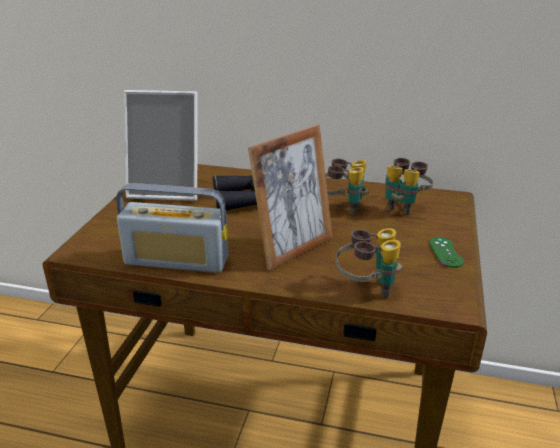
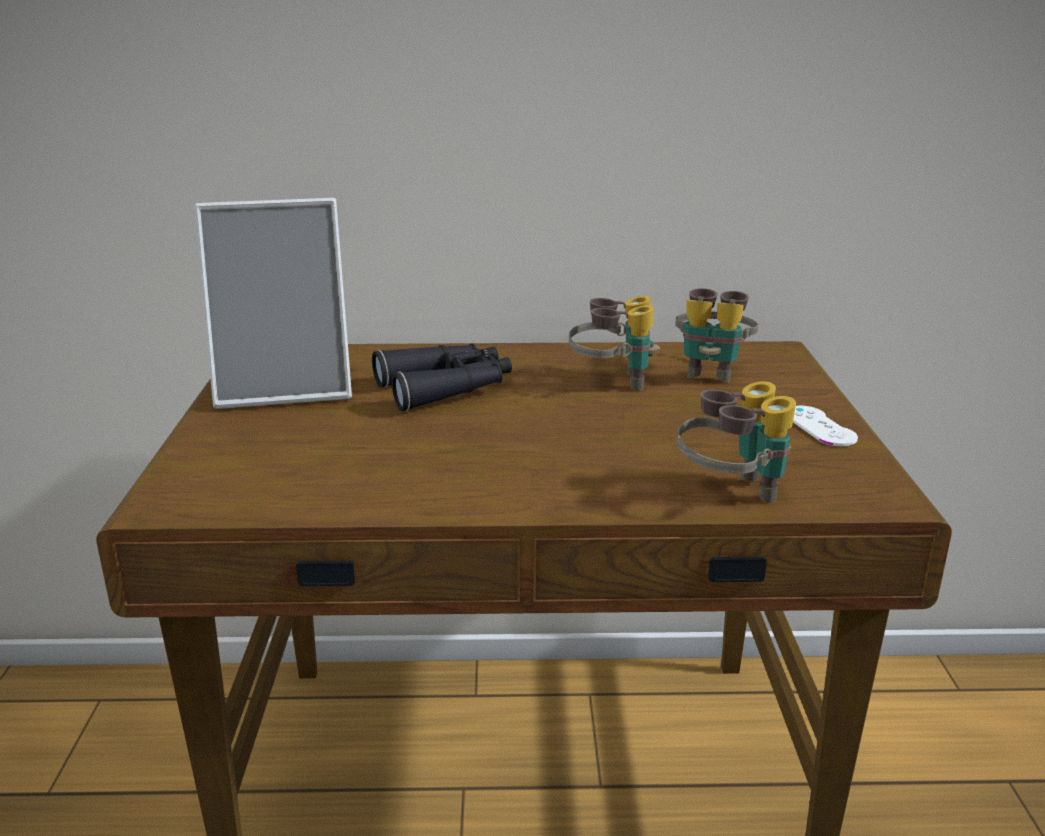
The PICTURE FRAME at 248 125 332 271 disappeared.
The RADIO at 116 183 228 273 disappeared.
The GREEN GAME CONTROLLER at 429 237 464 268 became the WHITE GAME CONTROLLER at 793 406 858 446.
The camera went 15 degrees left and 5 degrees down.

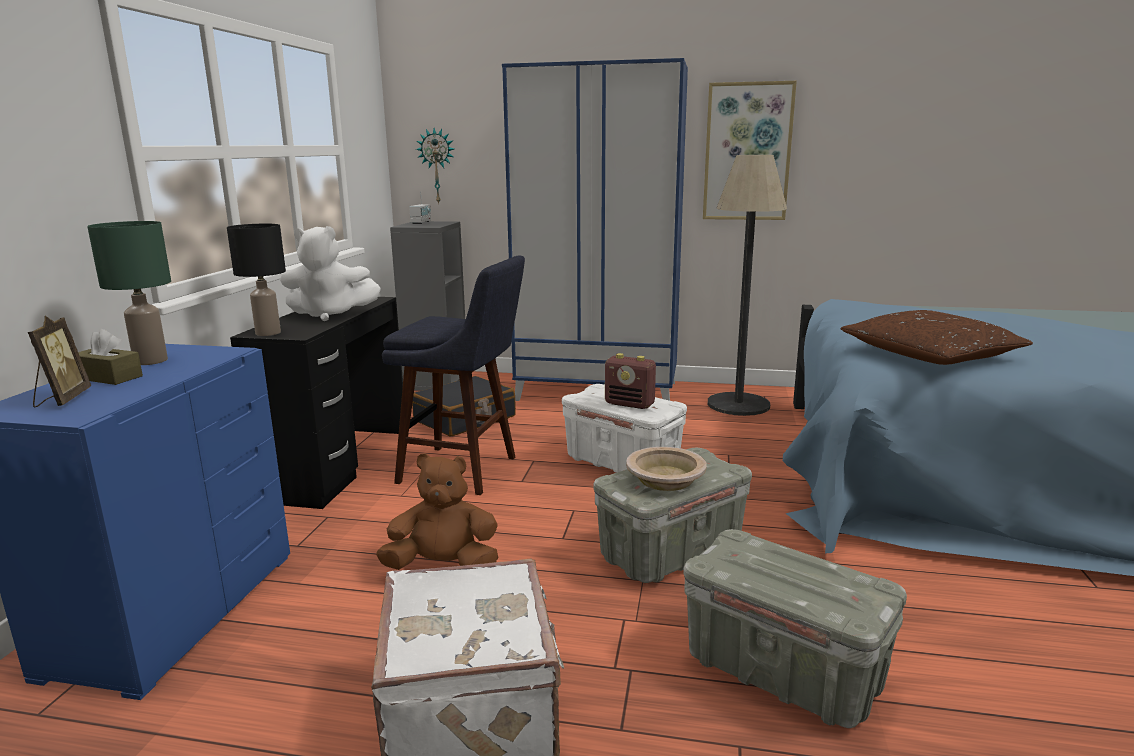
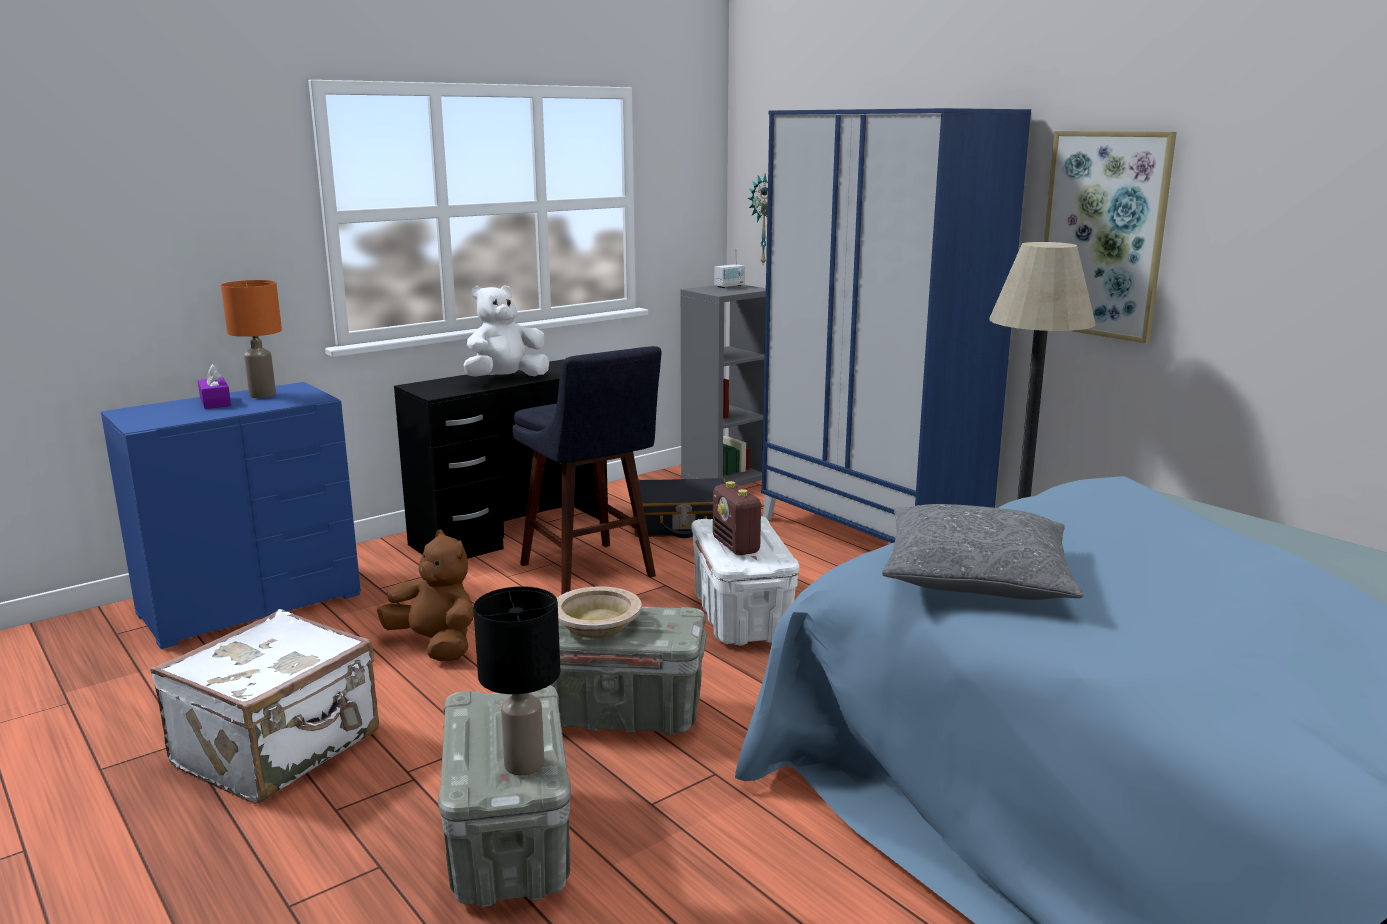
The GREEN TABLE LAMP at 87 221 171 365 became the ORANGE TABLE LAMP at 221 280 282 398.
The BLACK TABLE LAMP moved from 227 224 286 336 to 473 586 560 776.
The WHITE PLUSH TOY at 280 226 381 321 turned 105 degrees clockwise.
The BROWN PILLOW at 841 310 1033 365 became the GREY PILLOW at 882 504 1084 600.
The PICTURE FRAME at 28 316 91 408 disappeared.
The BROWN TISSUE BOX at 78 329 143 385 became the PURPLE TISSUE BOX at 198 364 231 409.
The camera went 40 degrees right and 0 degrees up.

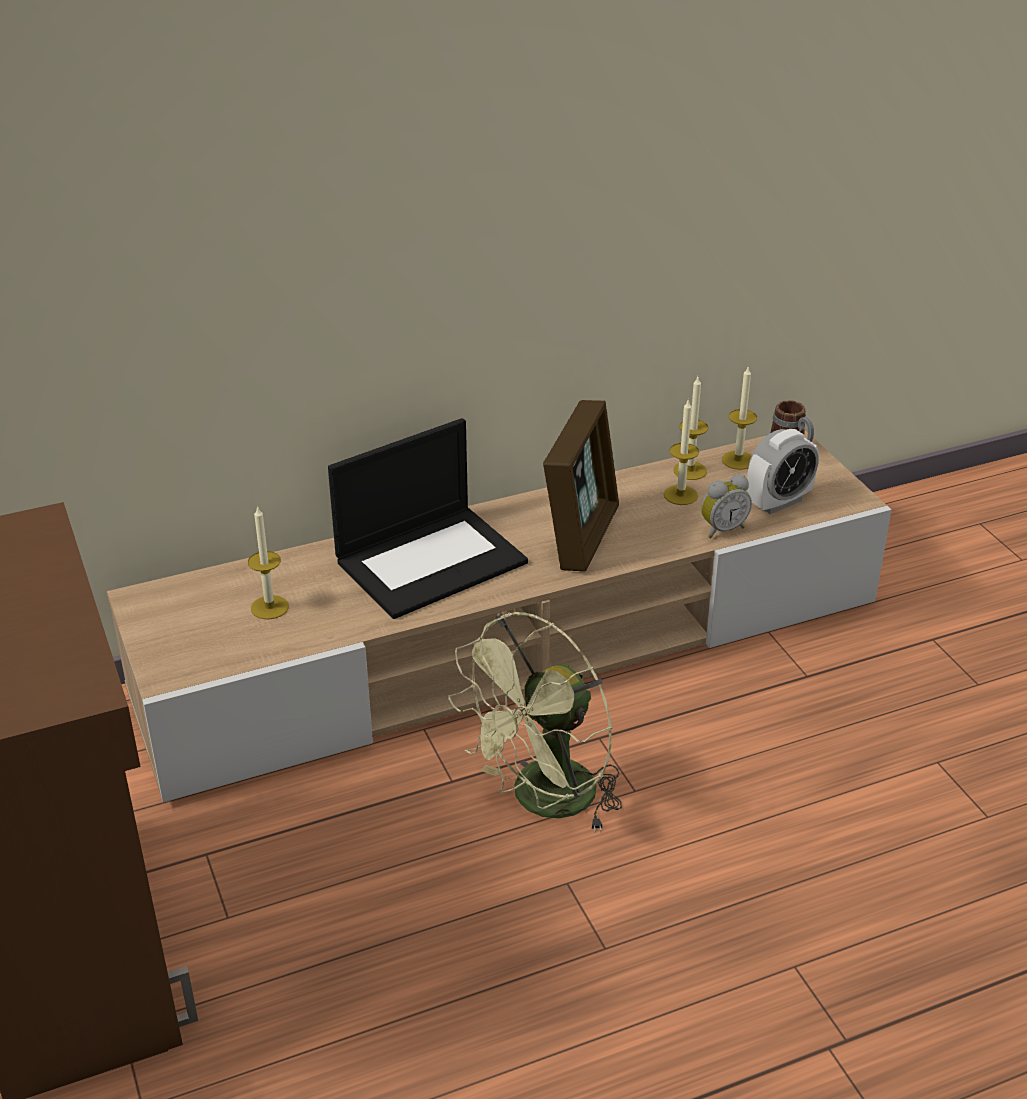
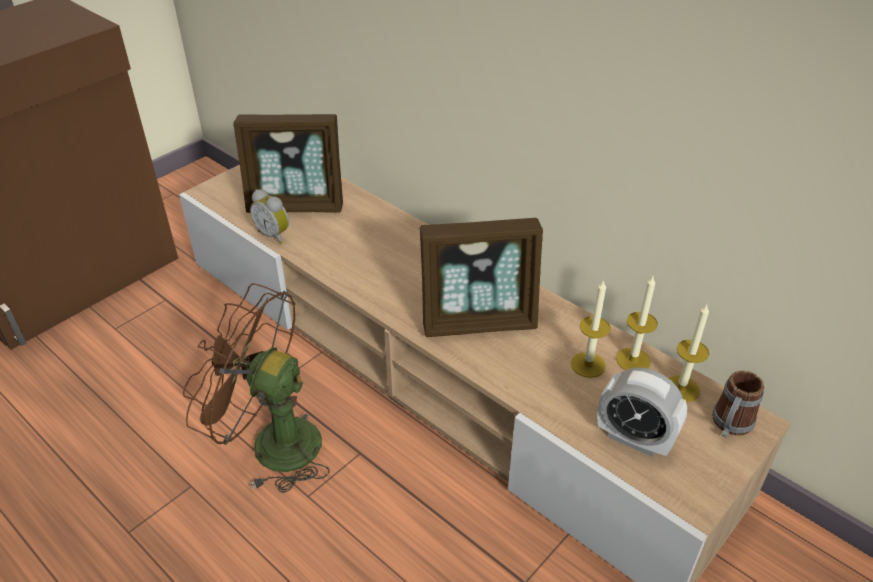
The LAPTOP at 328 418 528 619 disappeared.
The ALARM CLOCK moved from 701 474 752 539 to 250 189 289 244.
The CANDLE at 248 505 289 620 was replaced by the PICTURE FRAME at 233 114 343 213.
The GREEN FAN at 448 612 622 833 became the BROWN FAN at 183 283 330 493.
The camera went 65 degrees right and 5 degrees up.

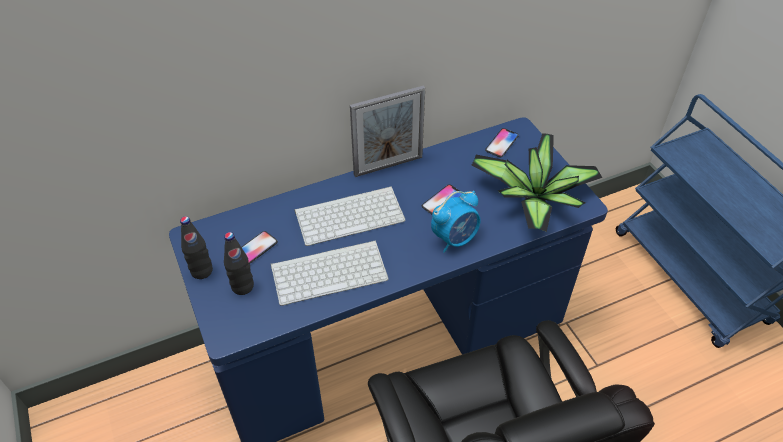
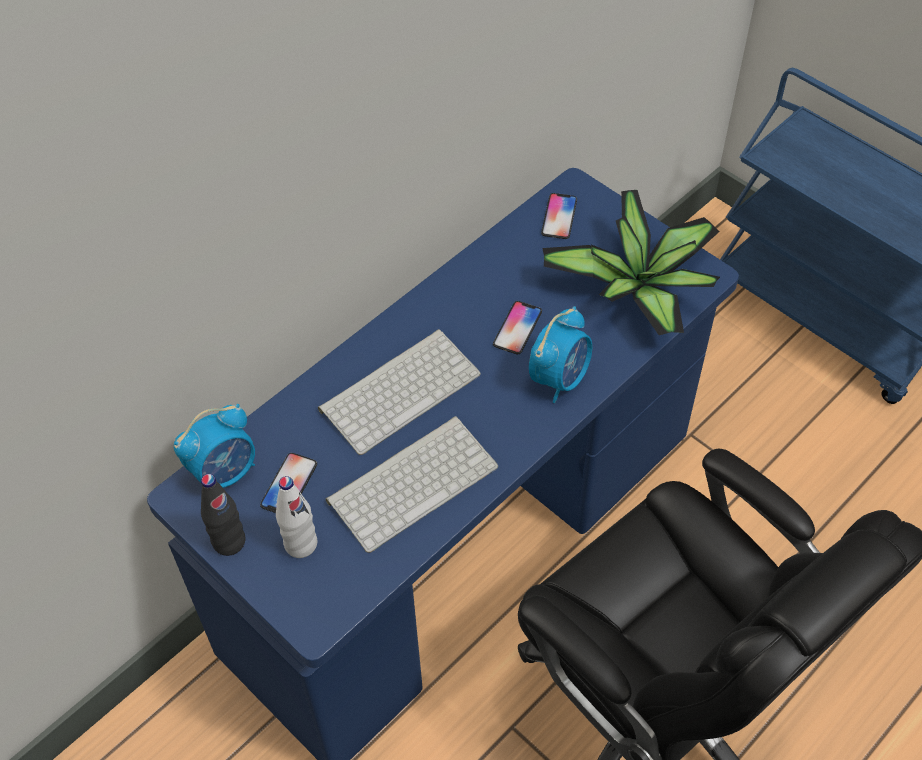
The PICTURE FRAME at 350 85 425 177 disappeared.
The BLACK BOTTLE at 224 232 254 295 became the WHITE BOTTLE at 276 476 317 558.
The ALARM CLOCK at 174 404 255 488 appeared.
The camera went 20 degrees left and 5 degrees up.

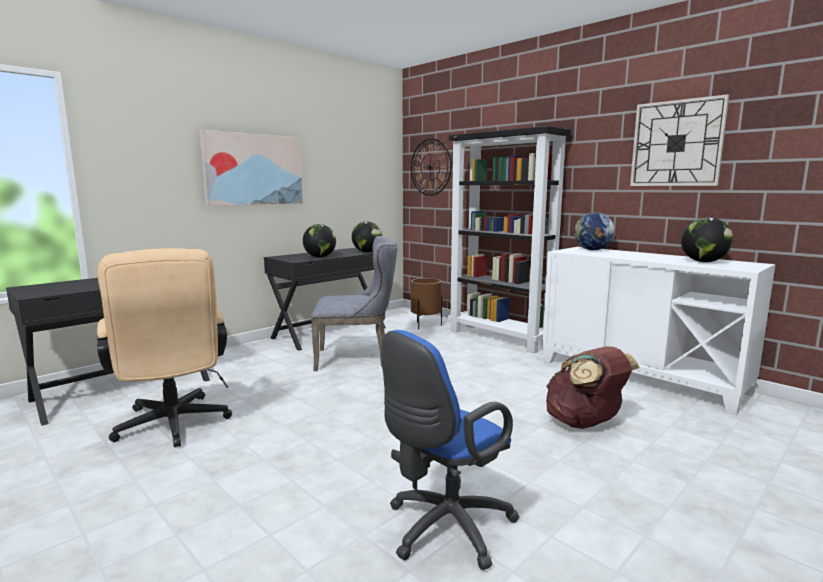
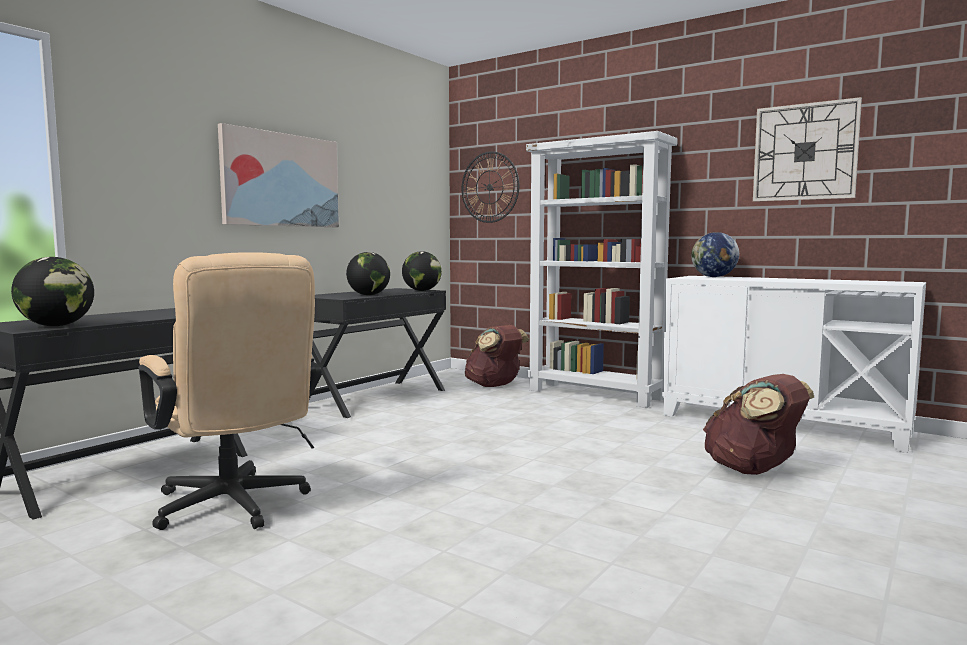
The BLACK BOOKCASE at 448 126 571 353 became the WHITE BOOKCASE at 526 131 678 408.
The GLOBE moved from 681 217 733 262 to 11 257 94 326.
The GREY CHAIR at 311 236 397 371 disappeared.
The BROWN PLANTER at 411 278 442 330 was replaced by the BROWN BACKPACK at 465 325 529 387.
The BLUE OFFICE CHAIR at 381 330 519 570 disappeared.
The camera went 10 degrees left and 5 degrees down.

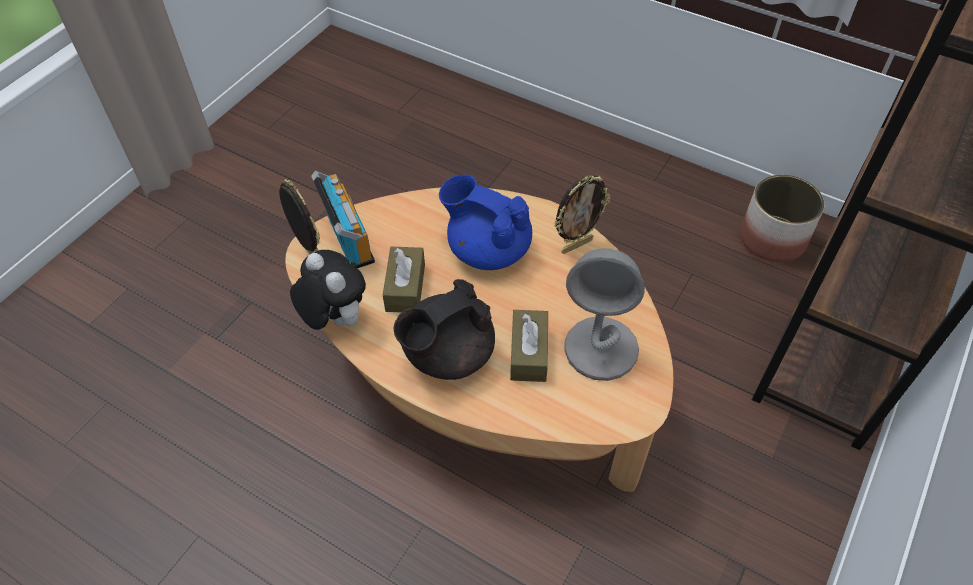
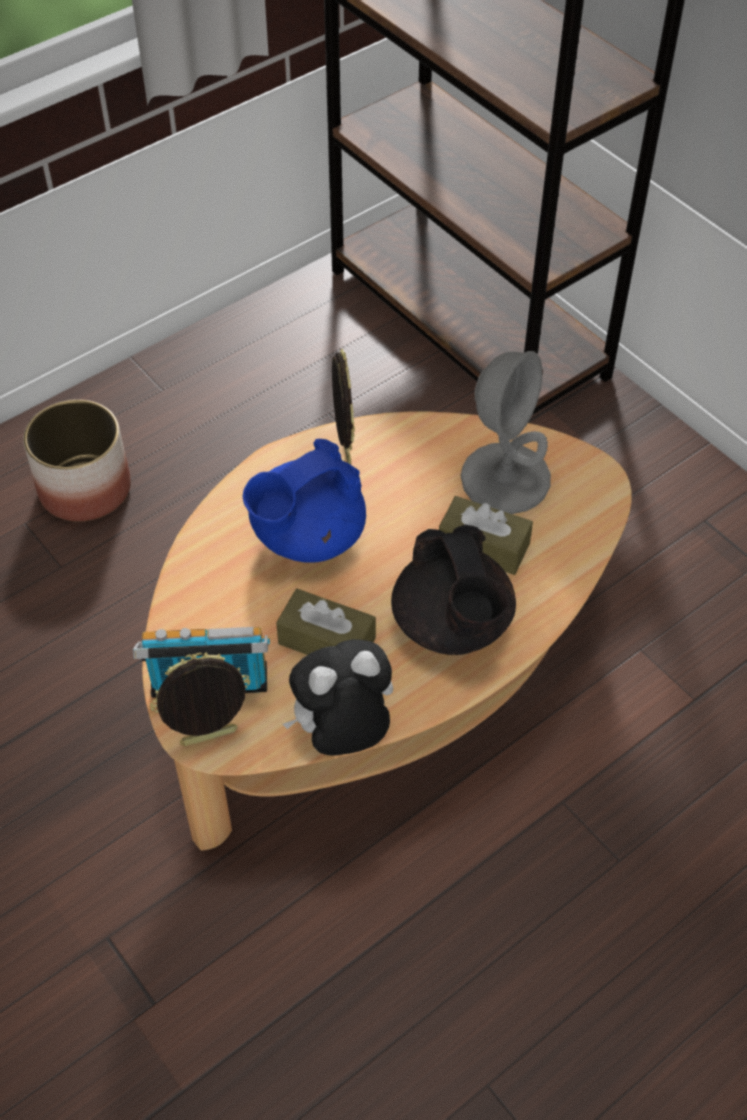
The PLANTER moved from 740 175 824 262 to 23 399 131 522.
The camera went 70 degrees left and 0 degrees up.

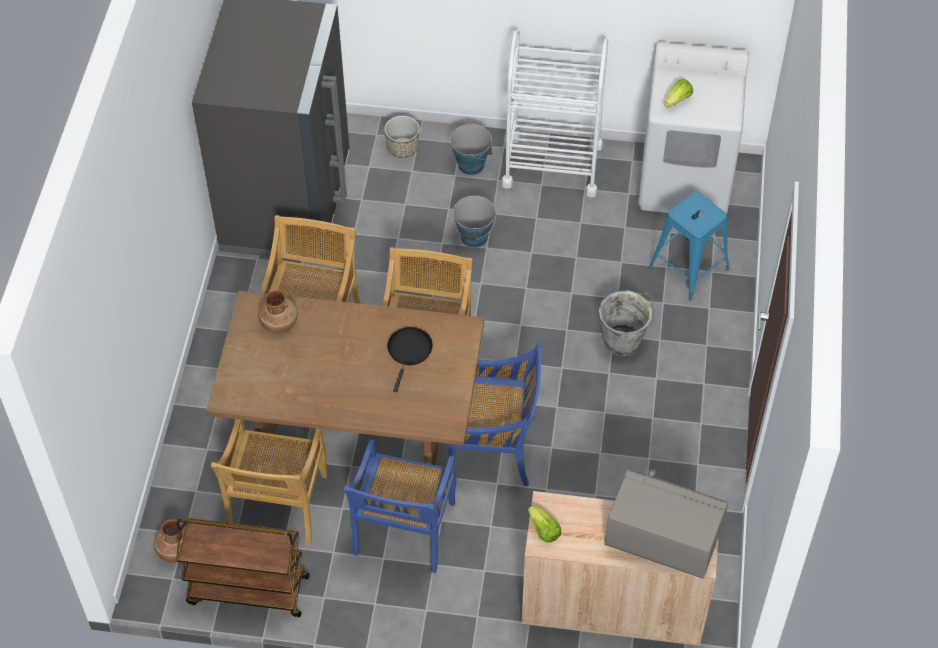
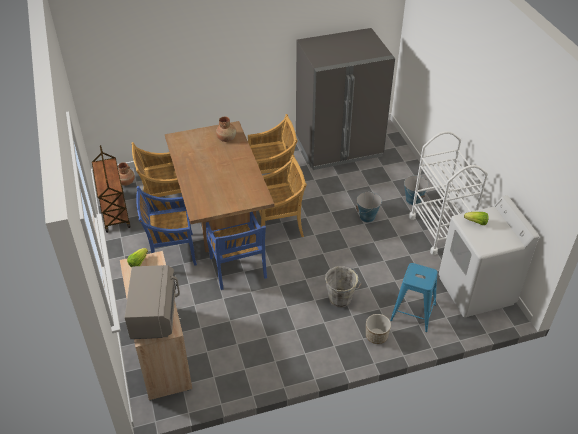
The PLANTER moved from 384 116 420 158 to 366 314 391 344.
The BLACK FRYING PAN at 387 327 433 392 disappeared.
The camera went 65 degrees right and 10 degrees down.

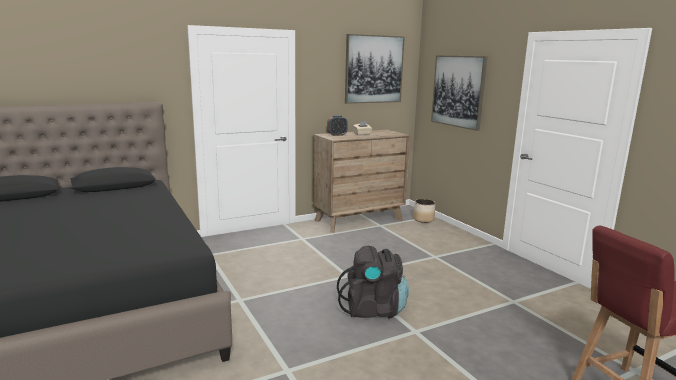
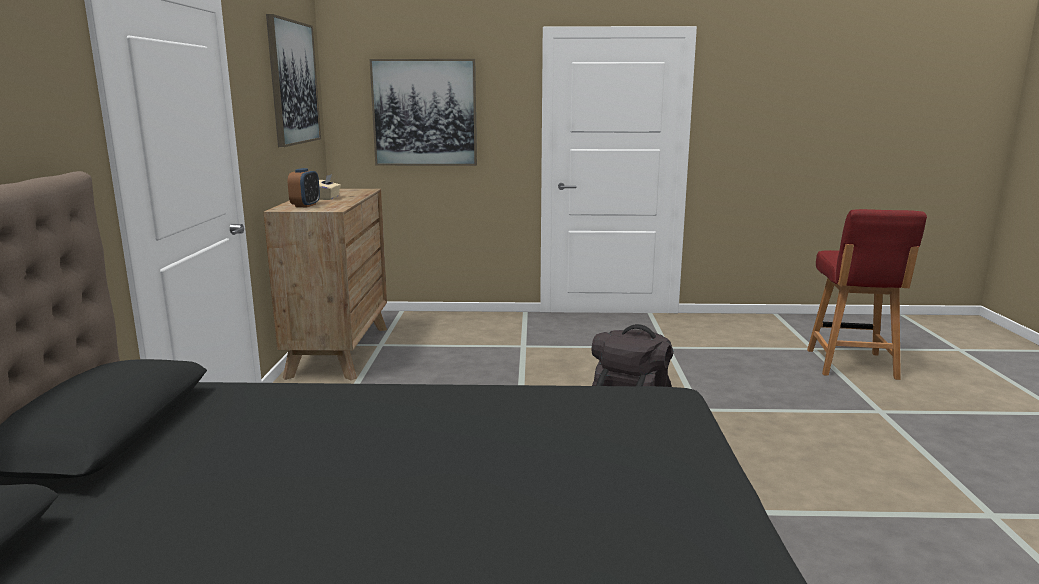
The PLANTER at 413 199 435 223 disappeared.
The camera went 60 degrees left and 0 degrees up.

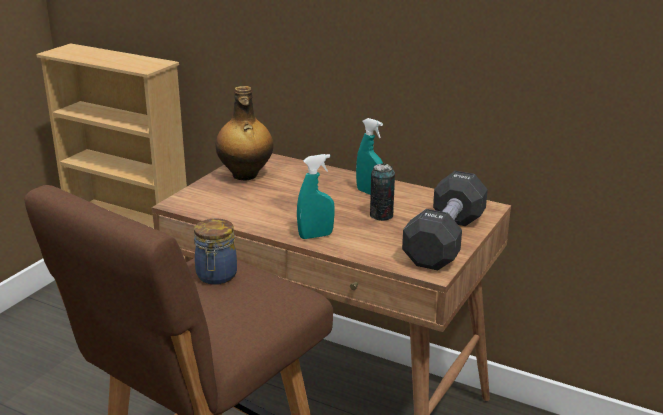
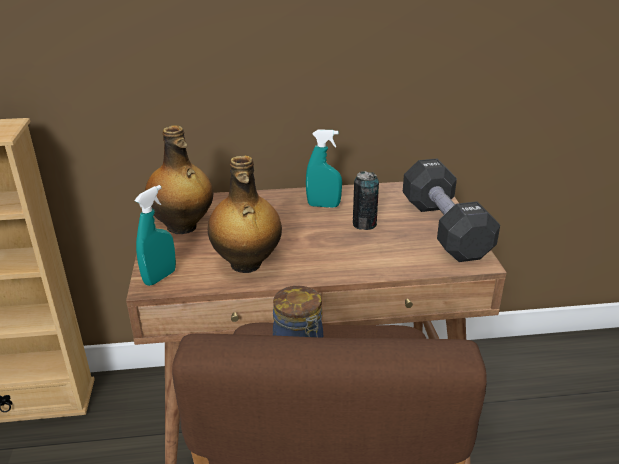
The TURQUOISE SPRAY BOTTLE moved from 297 154 335 239 to 134 185 176 286.
The BOTTLE at 208 156 282 273 appeared.
The camera went 35 degrees left and 5 degrees up.

